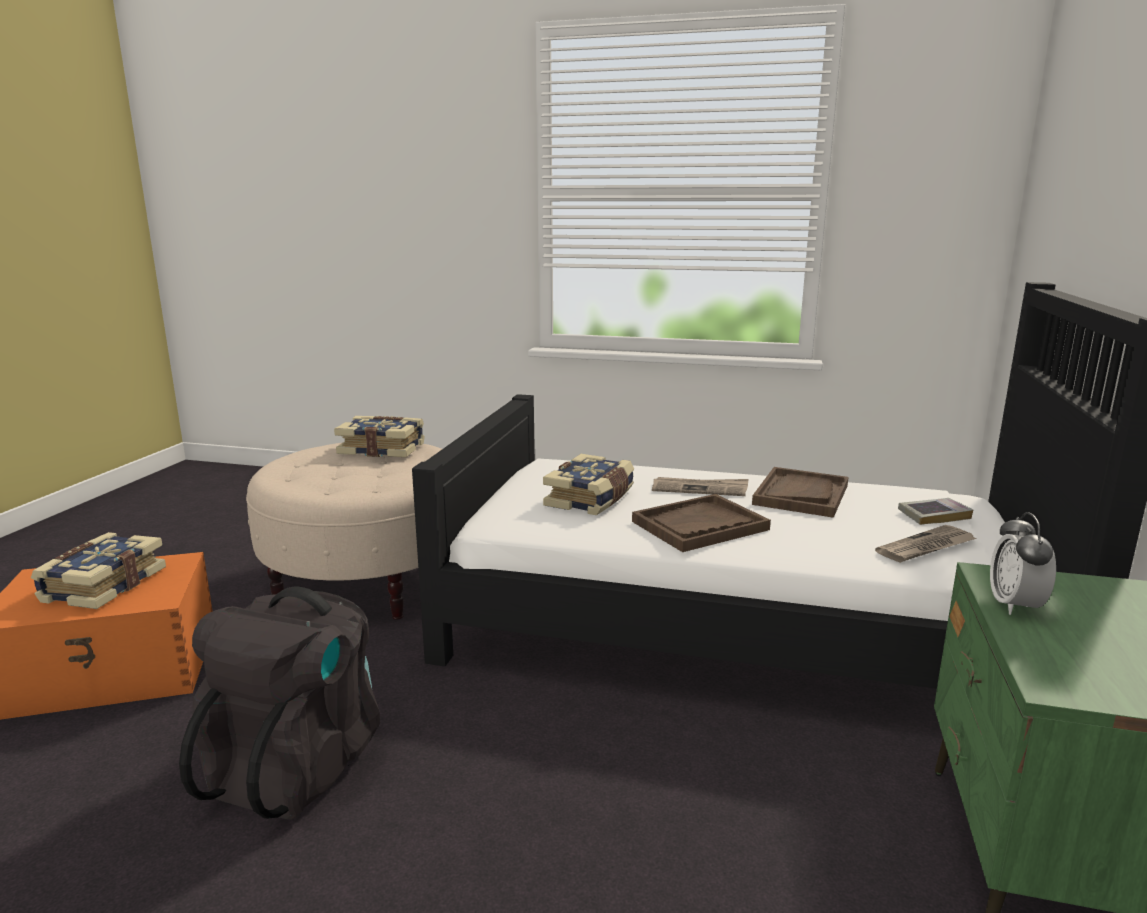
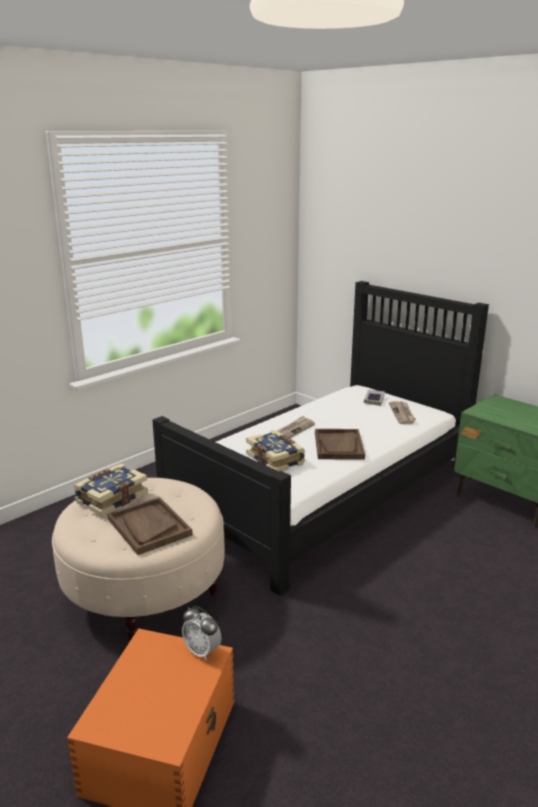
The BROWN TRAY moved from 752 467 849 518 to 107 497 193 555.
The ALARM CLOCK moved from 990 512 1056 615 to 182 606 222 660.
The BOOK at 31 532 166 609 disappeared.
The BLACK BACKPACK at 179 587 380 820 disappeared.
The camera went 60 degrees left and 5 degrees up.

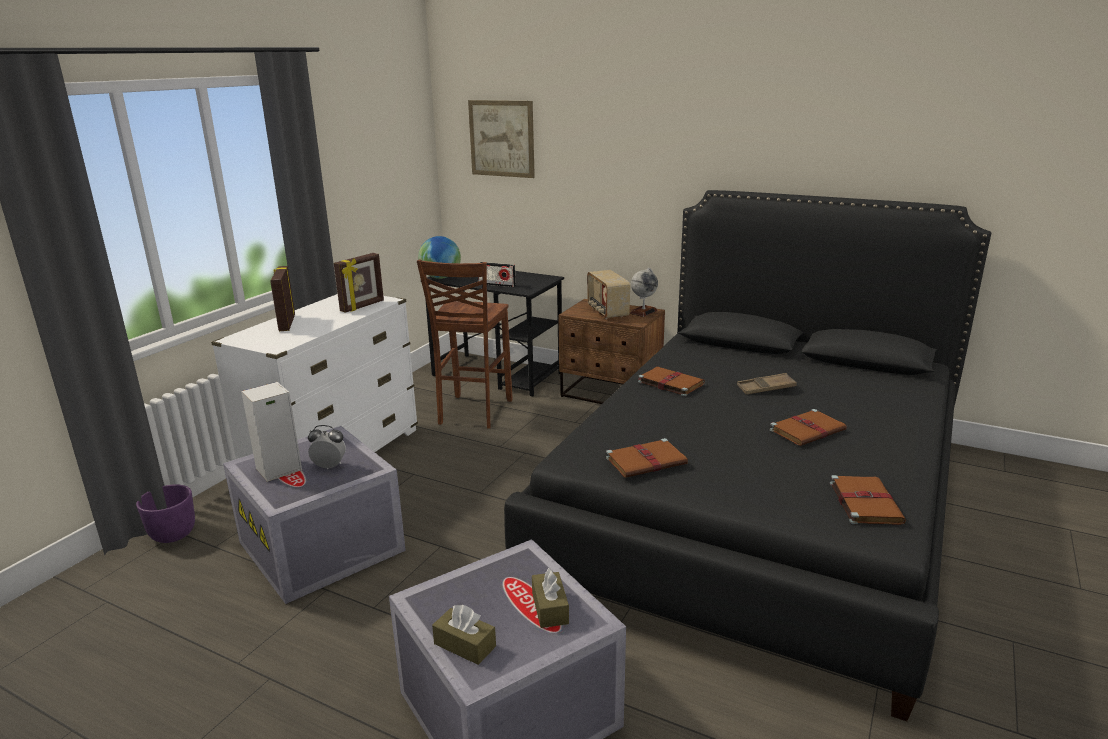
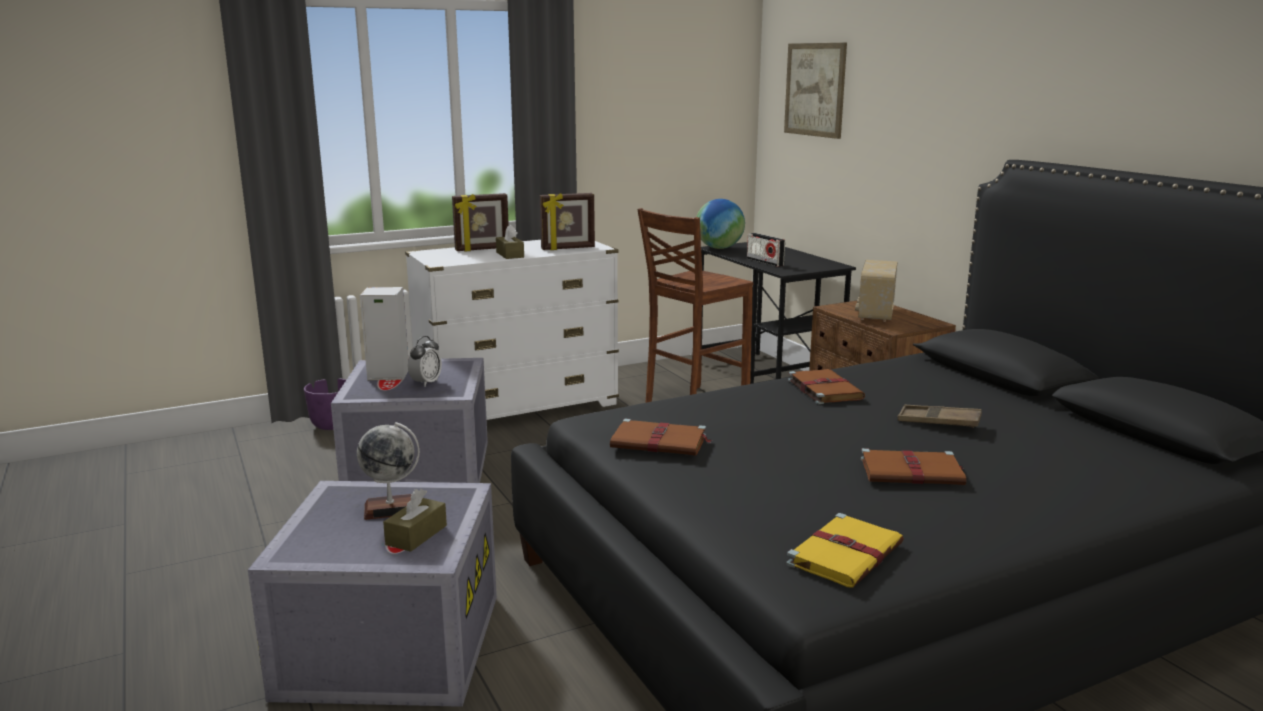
The PICTURE FRAME at 270 266 295 331 turned 135 degrees counterclockwise.
The GLOBE moved from 630 268 658 317 to 357 422 420 520.
The ALARM CLOCK at 308 425 346 469 turned 75 degrees clockwise.
The BROWN BOOK at 830 475 906 525 became the YELLOW BOOK at 786 513 904 588.
The BROWN TISSUE BOX moved from 432 605 496 665 to 496 225 524 259.
The camera went 35 degrees right and 5 degrees down.

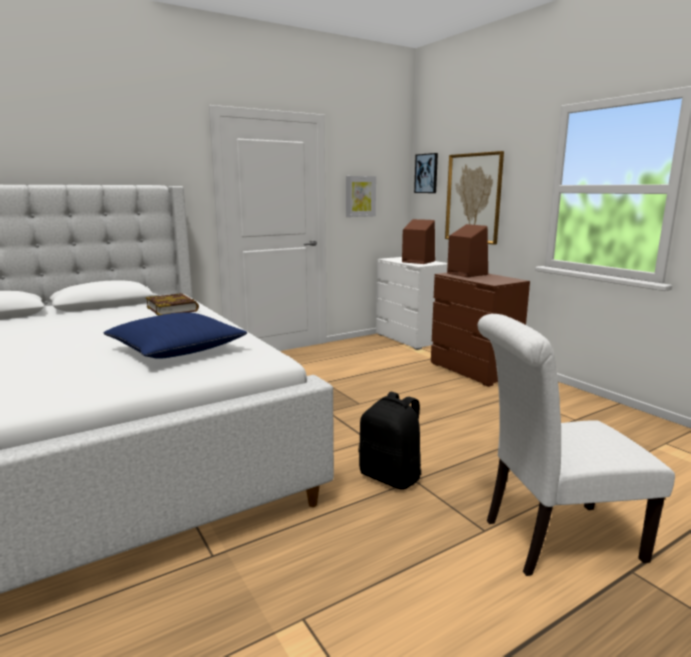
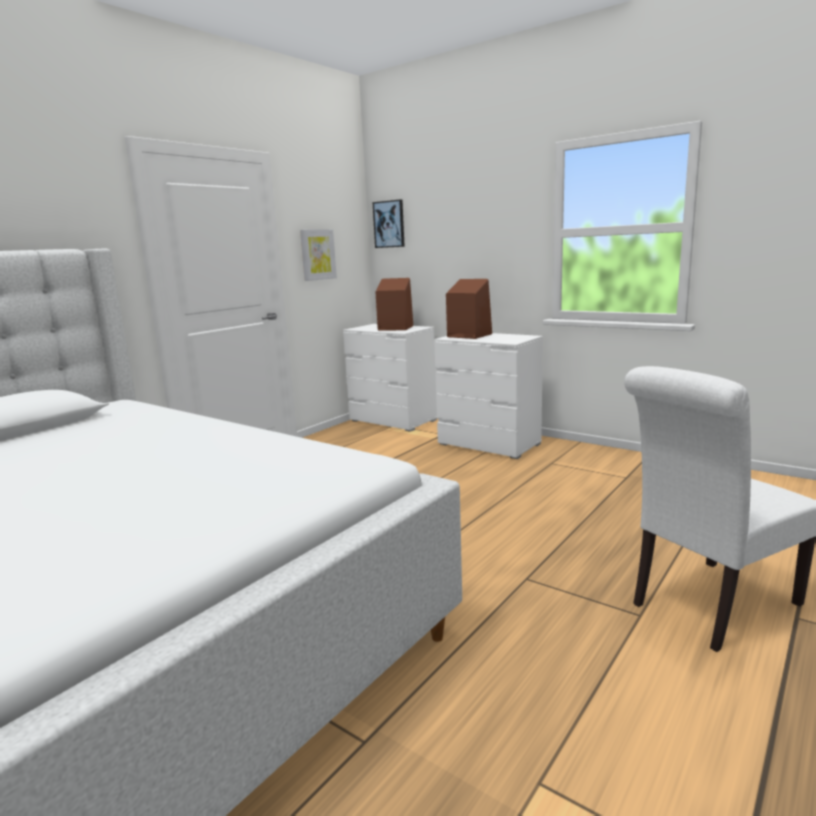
The PICTURE at 445 151 504 245 disappeared.
The BROWN DRESSER at 431 273 530 387 became the WHITE DRESSER at 434 333 543 459.
The BOOK at 146 293 199 316 disappeared.
The BLUE PILLOW at 104 312 247 359 disappeared.
The BLACK BACKPACK at 359 392 421 489 disappeared.
The camera went 20 degrees left and 0 degrees up.

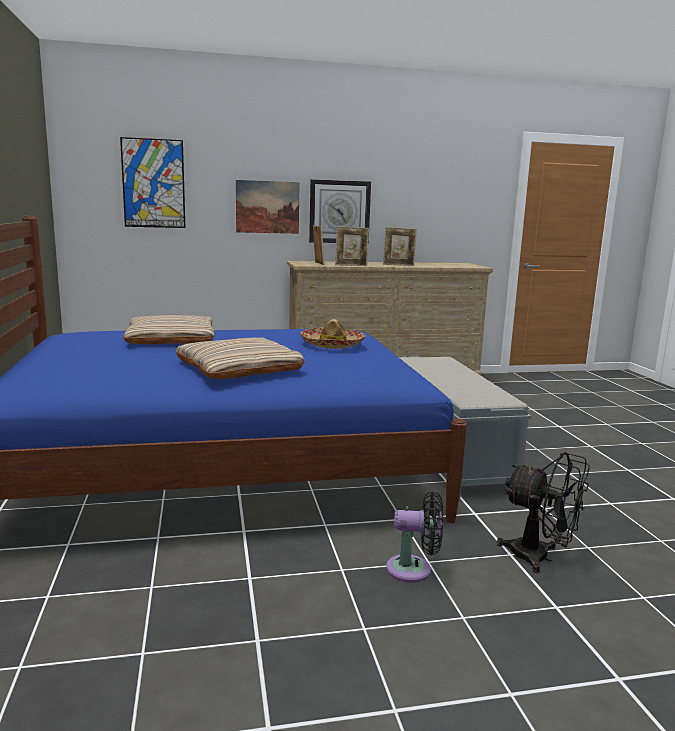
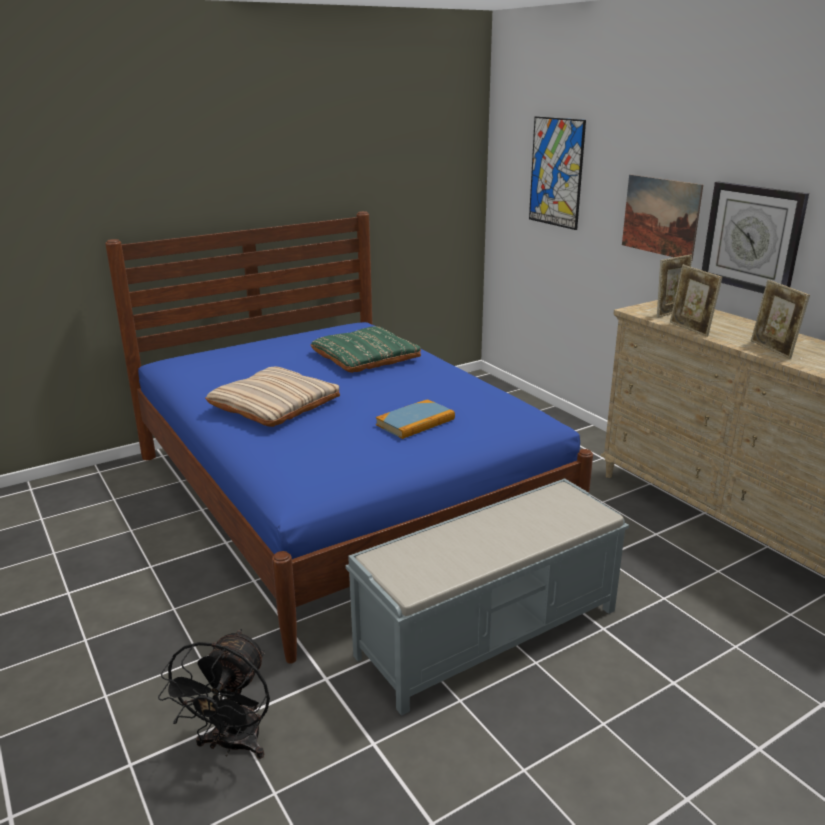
The BEIGE PILLOW at 123 315 215 344 became the GREEN PILLOW at 310 326 421 373.
The HAT at 300 319 366 349 was replaced by the BOOK at 376 399 455 439.
The BLACK FAN at 386 492 443 582 disappeared.
The camera went 70 degrees right and 10 degrees up.

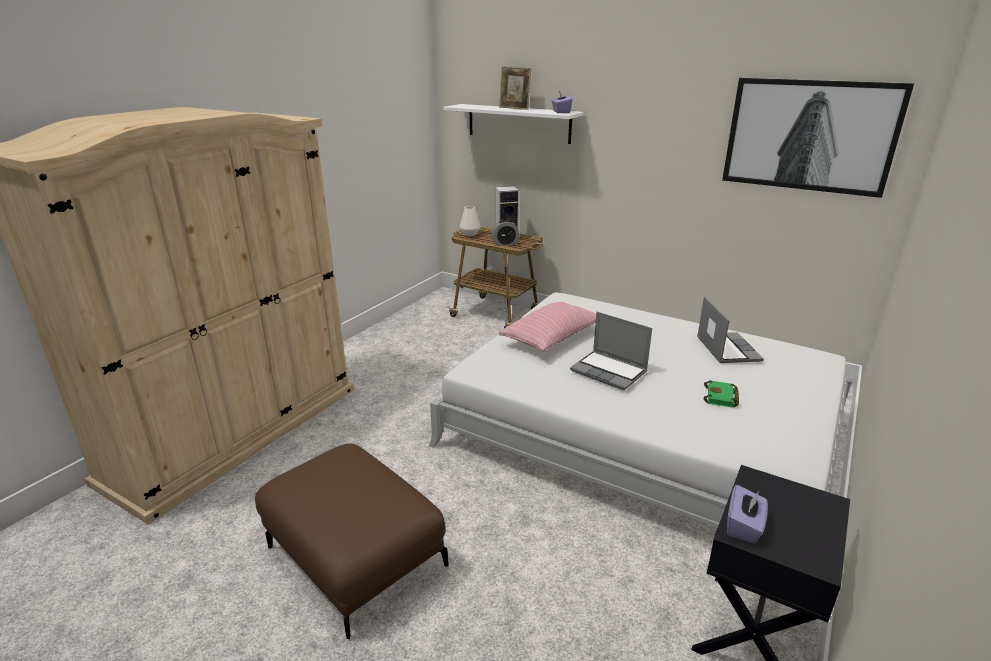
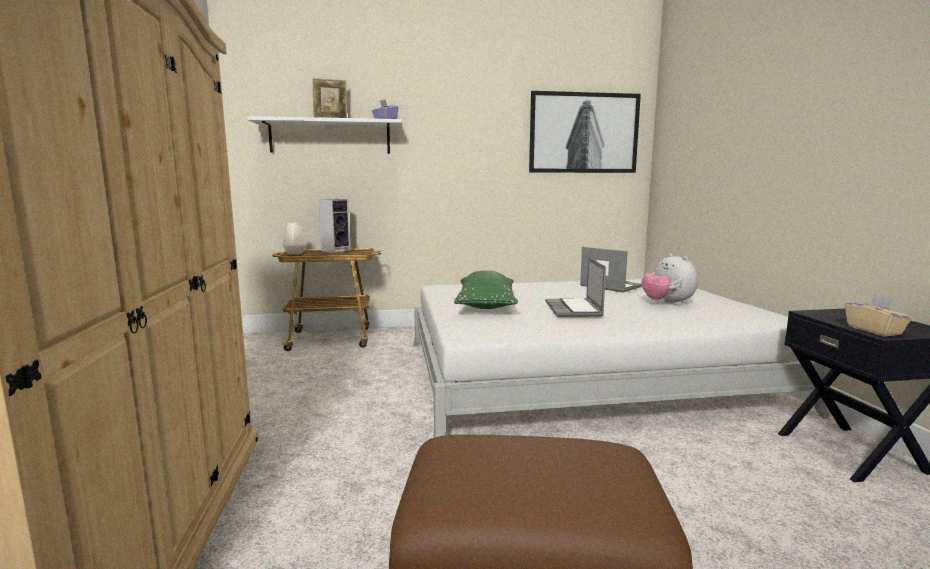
The ALARM CLOCK at 492 219 520 246 disappeared.
The PINK PILLOW at 498 302 596 352 became the GREEN PILLOW at 454 271 518 309.
The LAPTOP at 570 312 652 390 turned 90 degrees clockwise.
The GREEN BOOK at 704 380 739 408 was replaced by the PLUSH TOY at 642 253 698 305.
The PURPLE TISSUE BOX at 727 485 768 544 became the BEIGE TISSUE BOX at 845 294 912 336.
The camera went 40 degrees left and 15 degrees down.

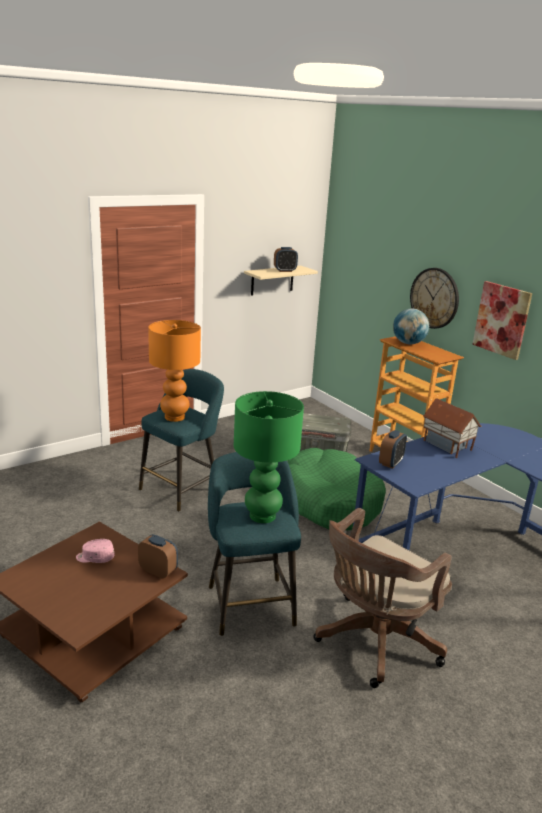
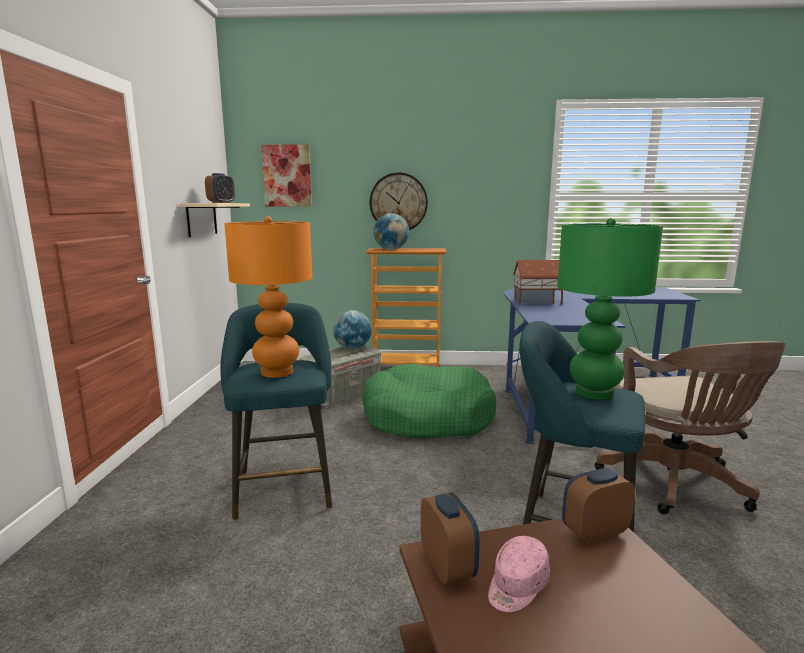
The PICTURE moved from 472 281 532 360 to 261 144 312 206.
The ALARM CLOCK moved from 379 430 407 469 to 421 493 480 584.
The GLOBE at 333 310 372 349 appeared.
The camera went 50 degrees left and 10 degrees down.

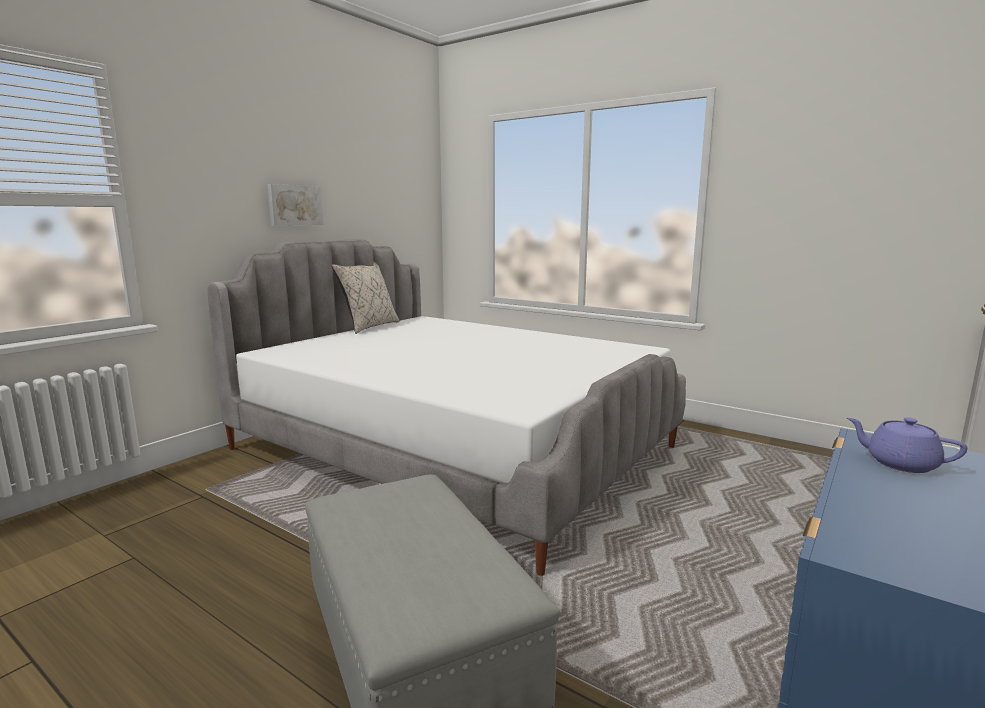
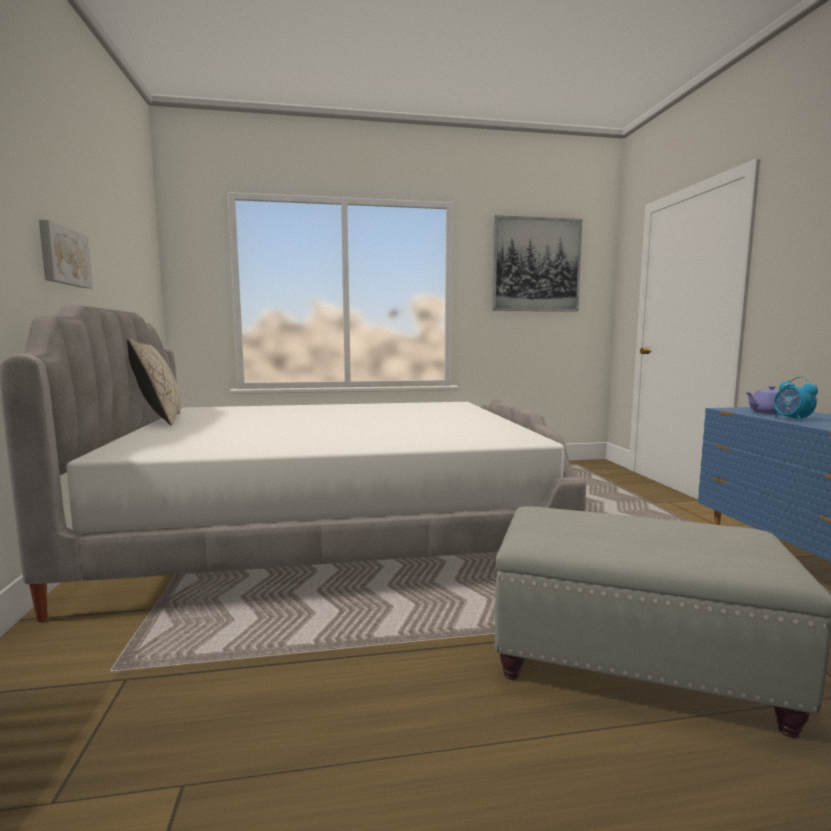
The PICTURE at 492 215 583 312 appeared.
The ALARM CLOCK at 774 376 818 422 appeared.
The camera went 45 degrees left and 5 degrees down.

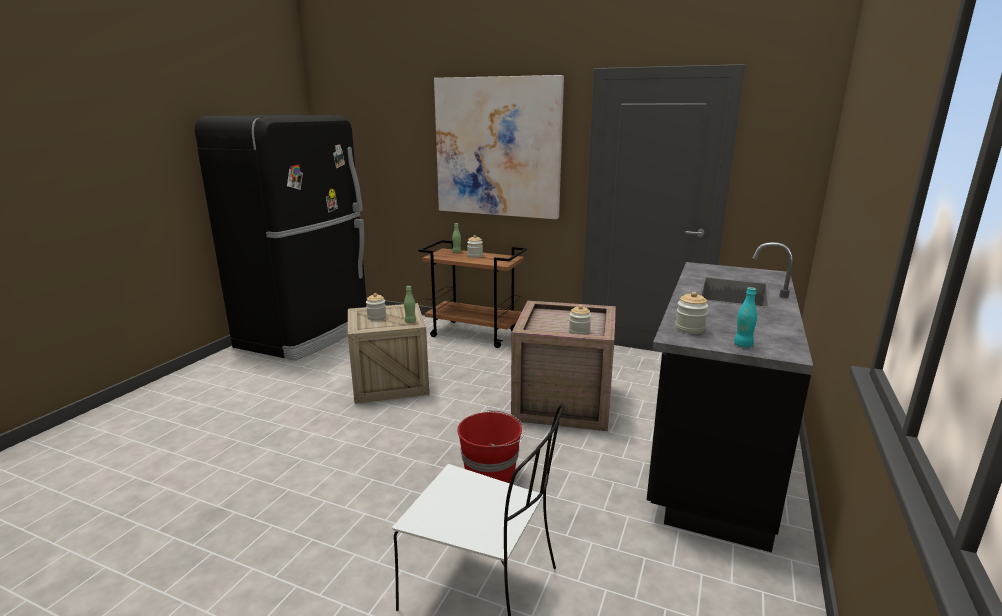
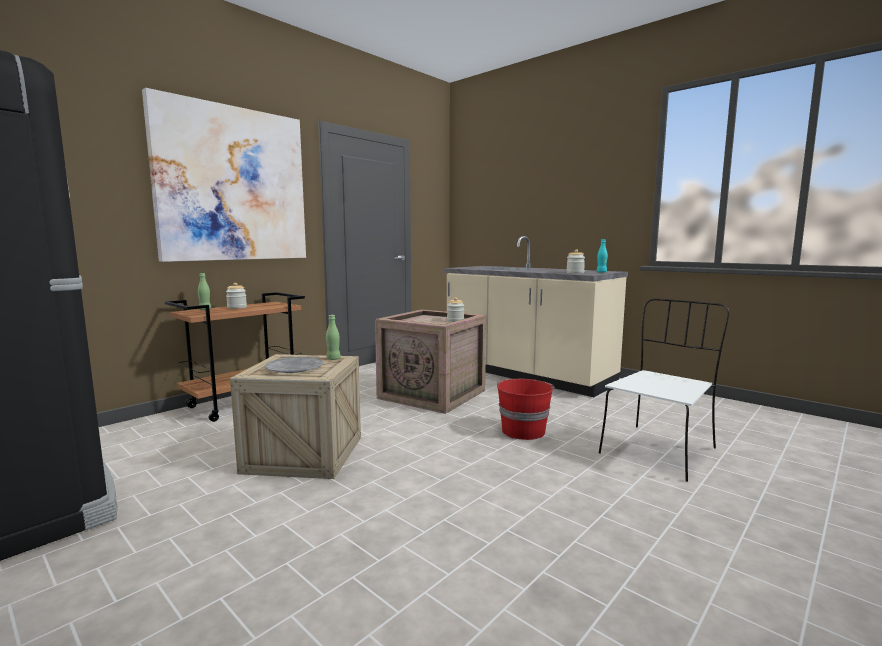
The BLACK COUNTER at 647 242 813 552 became the BEIGE COUNTER at 443 236 628 397.
The JAR at 366 293 386 321 was replaced by the GREY PLATE at 265 357 323 373.
The camera went 70 degrees left and 10 degrees down.

